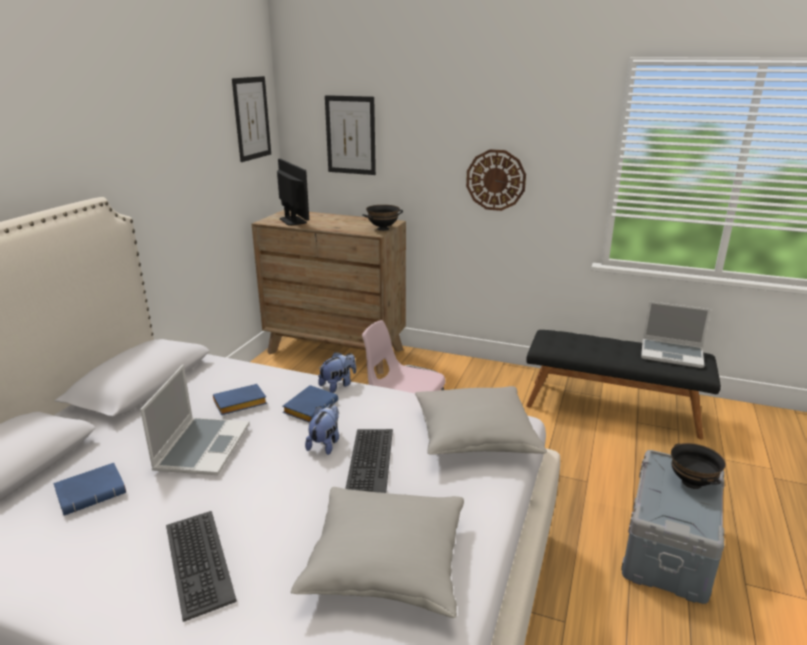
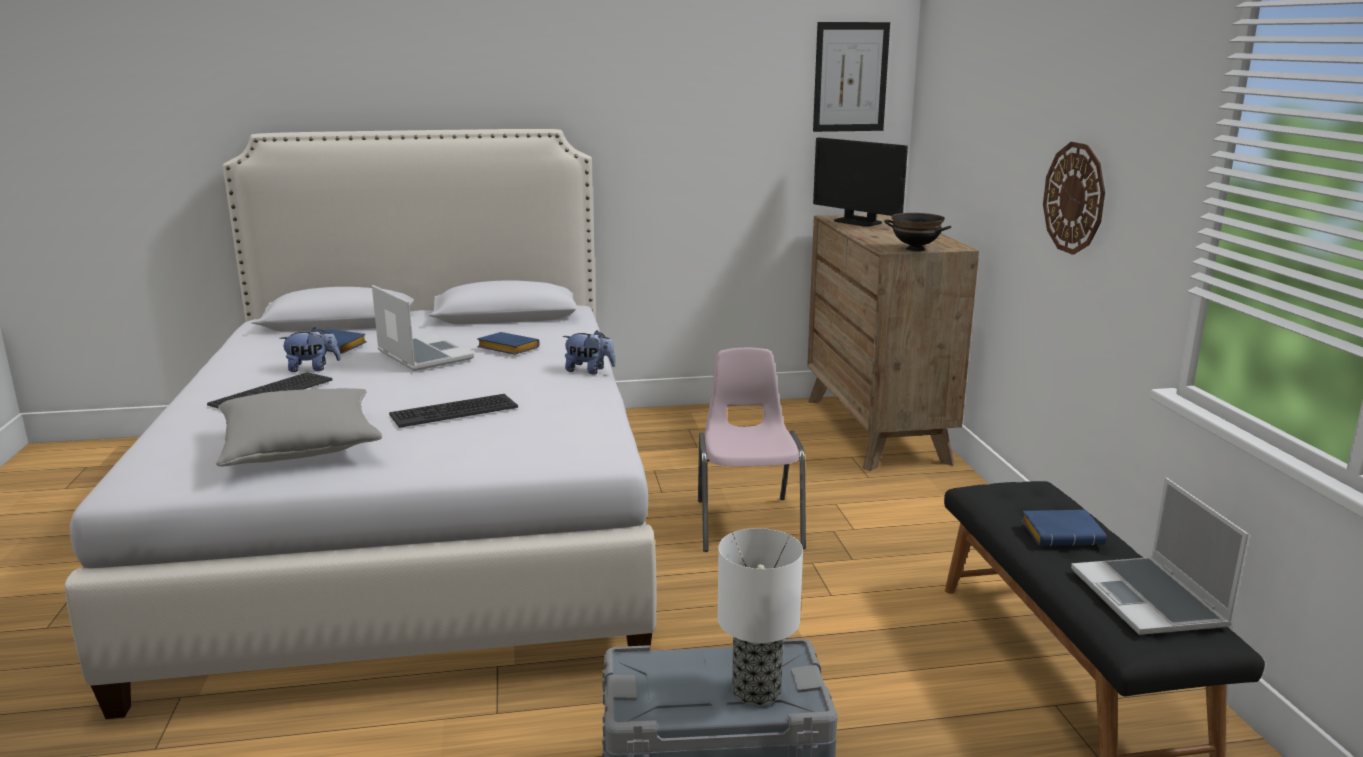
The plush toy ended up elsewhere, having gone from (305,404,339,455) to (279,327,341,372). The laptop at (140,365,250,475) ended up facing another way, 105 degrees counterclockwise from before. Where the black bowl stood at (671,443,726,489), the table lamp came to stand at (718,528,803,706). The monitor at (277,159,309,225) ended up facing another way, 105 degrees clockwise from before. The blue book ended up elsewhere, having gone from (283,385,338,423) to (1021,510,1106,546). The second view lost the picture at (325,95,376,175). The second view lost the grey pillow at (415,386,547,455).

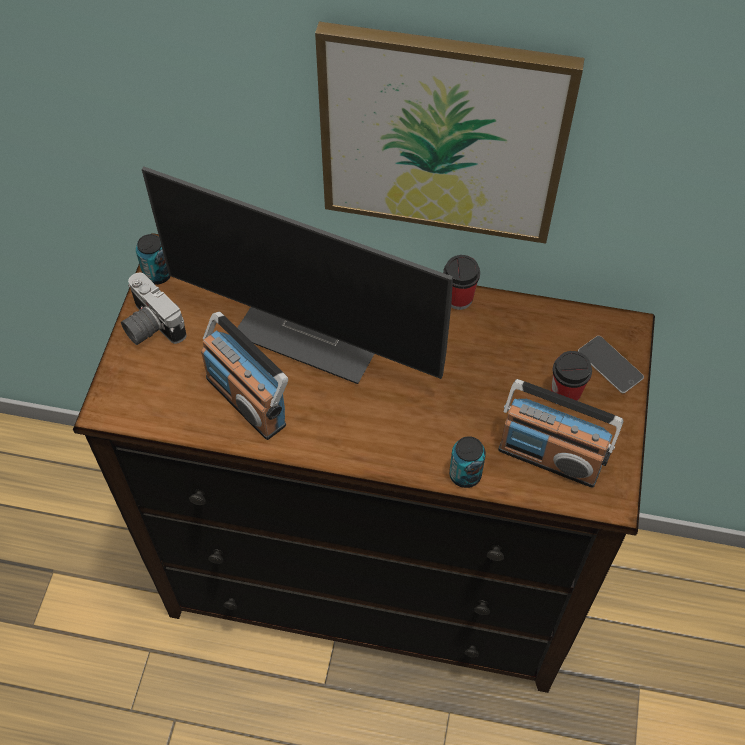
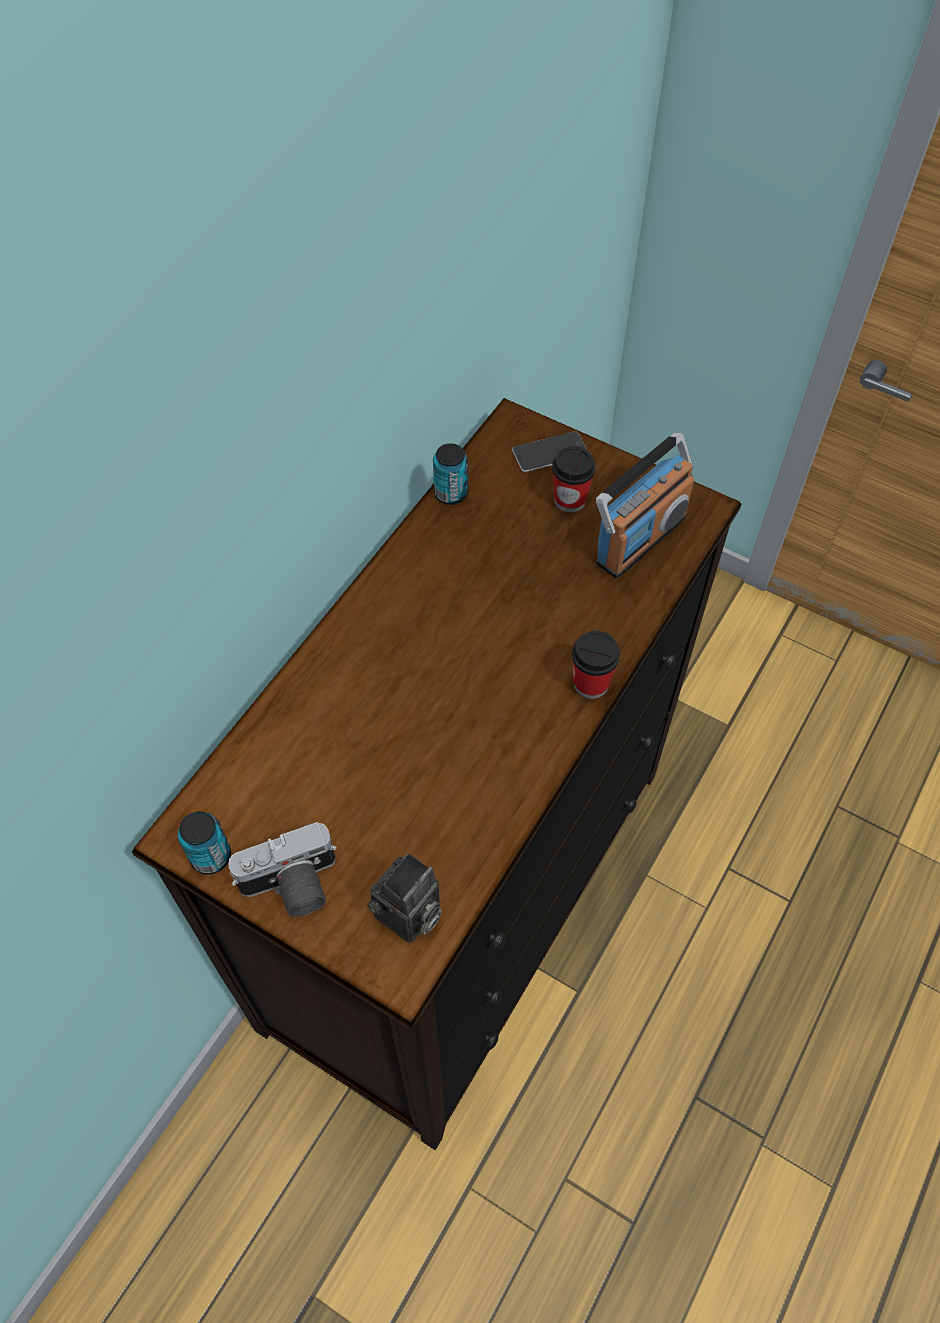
The second view gained the photo camera at (367,853,442,943). The can ended up elsewhere, having gone from (449,436,486,488) to (433,443,468,505). The cup ended up elsewhere, having gone from (443,255,480,310) to (572,631,620,699). The second view lost the monitor at (142,167,453,384). The second view lost the radio at (201,312,288,440). The second view lost the picture at (315,22,585,244).

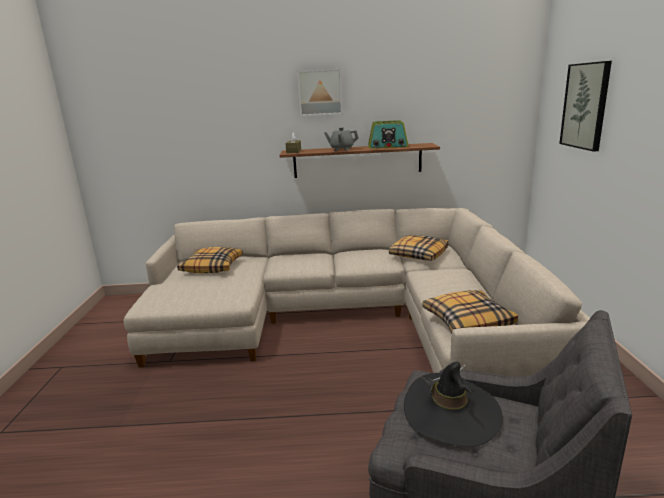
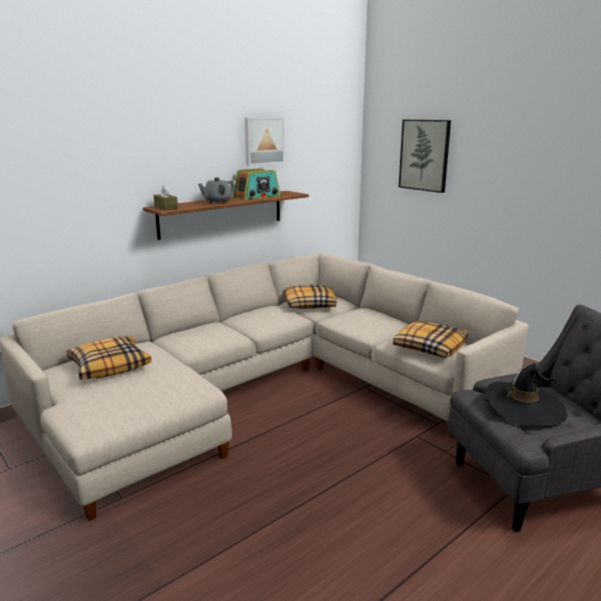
The picture ended up elsewhere, having gone from (297,69,343,116) to (245,117,285,166).

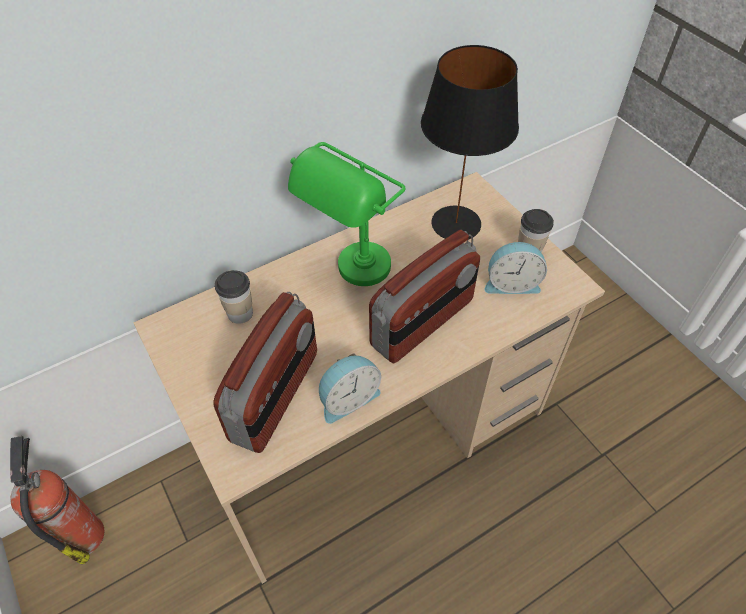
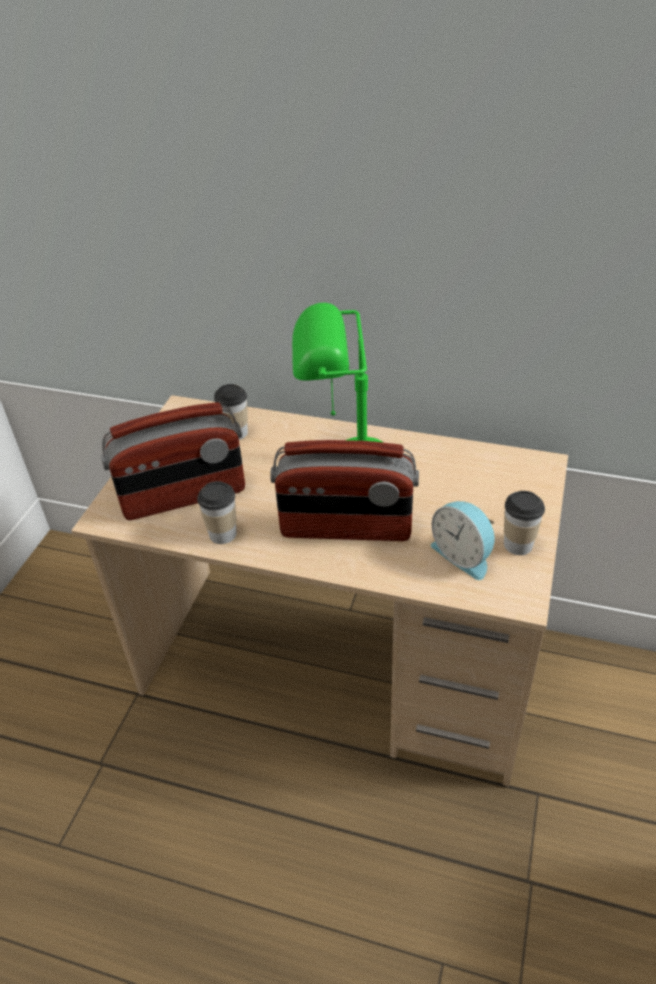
Where the alarm clock stood at (319,353,381,424), the cup came to stand at (197,481,237,544). The second view lost the fire extinguisher at (10,436,104,564). The second view lost the black table lamp at (421,45,519,240).

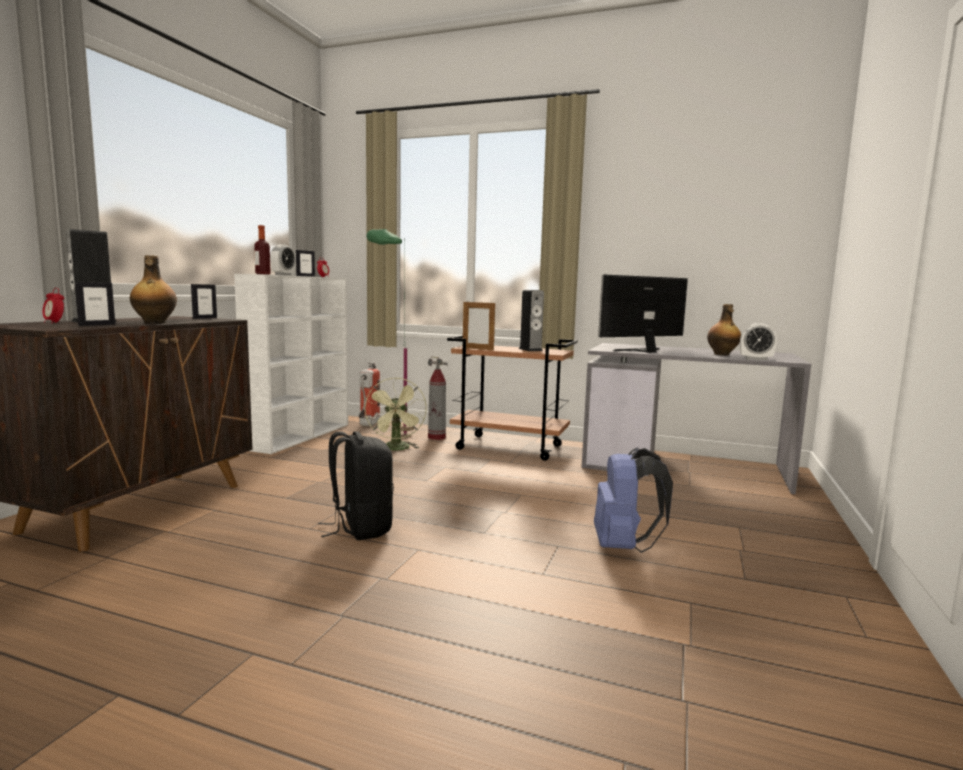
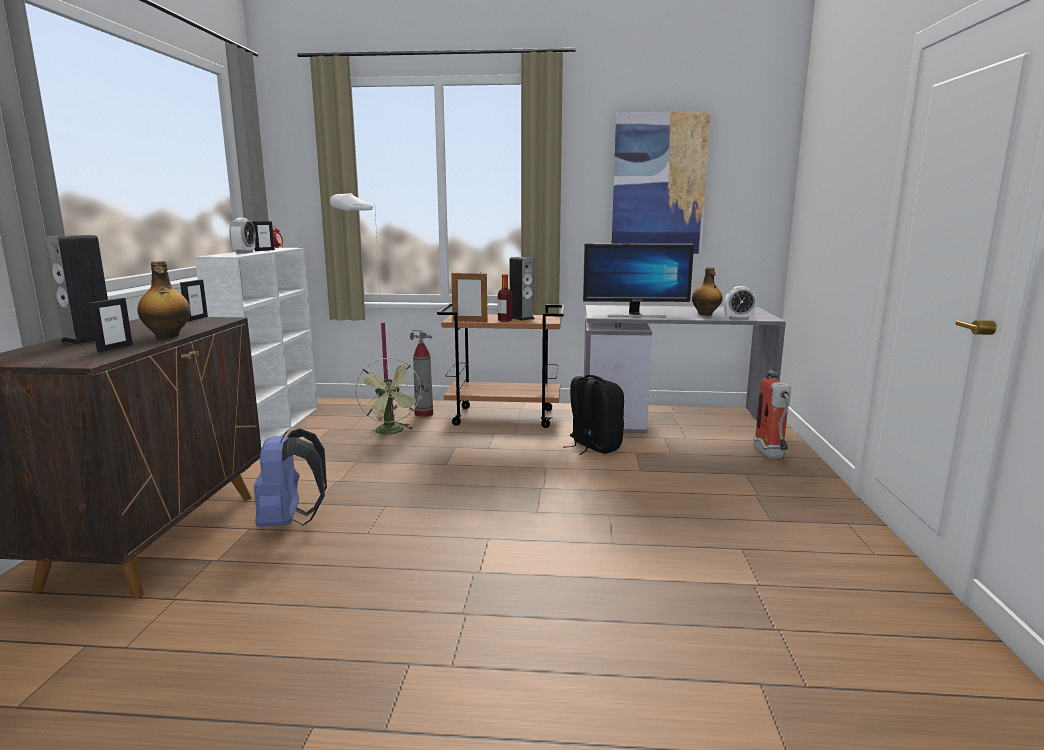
The blue backpack ended up elsewhere, having gone from (594,447,673,553) to (254,429,327,527). What was the green floor lamp at (367,229,414,434) turned into the white floor lamp at (330,193,397,410). The bottle ended up elsewhere, having gone from (254,225,271,274) to (498,274,513,322). The black backpack ended up elsewhere, having gone from (318,431,394,540) to (564,375,624,455). The monitor at (598,275,688,353) ended up facing another way, 135 degrees counterclockwise from before. The second view gained the picture at (612,111,711,254). The fire extinguisher ended up elsewhere, having gone from (359,362,381,426) to (753,370,791,459). The second view lost the alarm clock at (42,288,64,323).

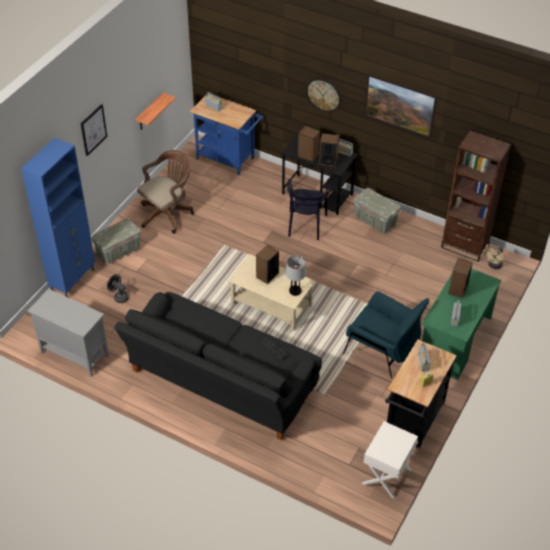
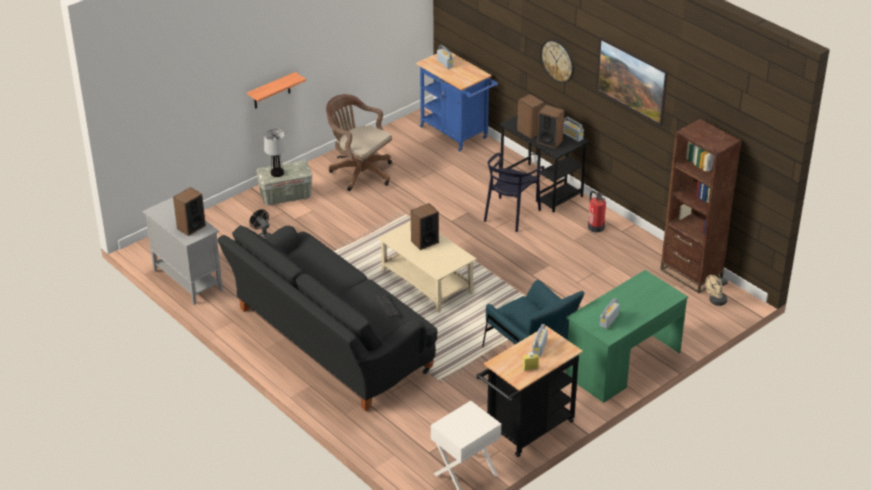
The speaker ended up elsewhere, having gone from (448,258,473,298) to (173,187,206,236). The shelf ended up elsewhere, having gone from (136,93,176,130) to (247,72,306,108). The table lamp ended up elsewhere, having gone from (285,256,306,296) to (264,129,287,177). The brown office chair at (137,150,194,233) ended up facing another way, 120 degrees counterclockwise from before. Where the grey storage box stood at (354,188,400,233), the fire extinguisher came to stand at (588,191,606,232). The second view lost the blue cabinet at (21,138,95,297). The second view lost the picture at (81,104,107,156).

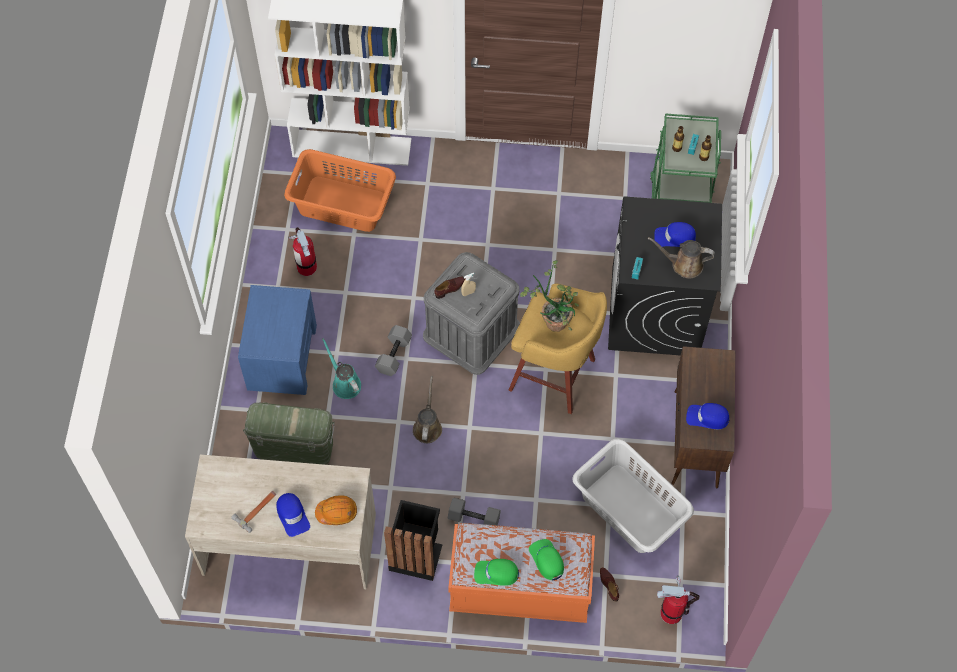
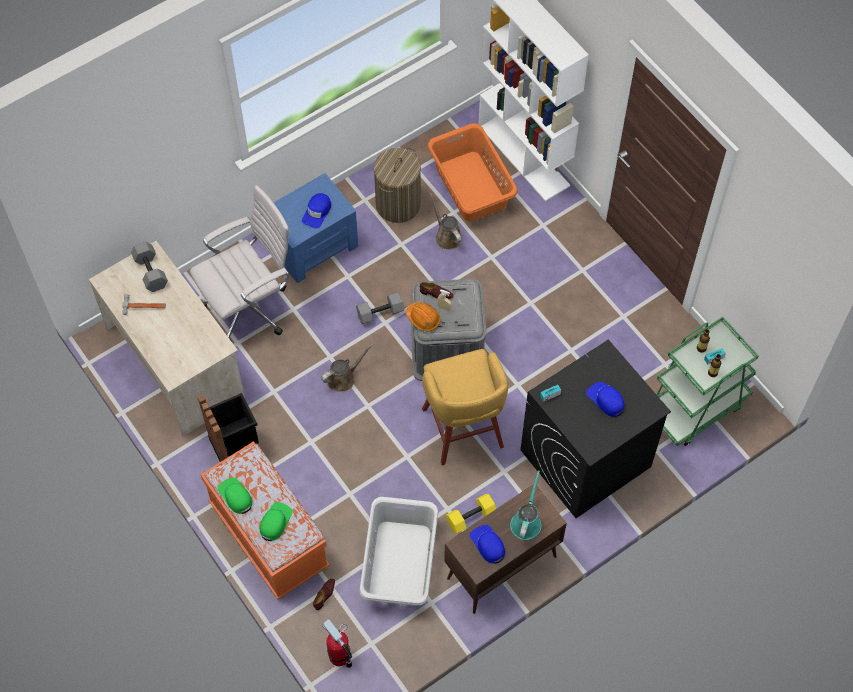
The grey dumbbell ended up elsewhere, having gone from (447,498,501,525) to (131,241,168,292). Where the green storage box stood at (243,402,335,465), the white office chair came to stand at (190,185,291,342). The blue cap ended up elsewhere, having gone from (276,493,310,537) to (302,193,331,229). Where the fire extinguisher stood at (288,227,317,276), the laundry basket came to stand at (373,147,421,223). The orange hard hat ended up elsewhere, having gone from (315,495,357,525) to (406,302,441,332). The brown watering can ended up elsewhere, having gone from (648,237,715,278) to (429,192,462,250). The second view gained the yellow dumbbell at (446,494,496,534). The turquoise watering can ended up elsewhere, having gone from (322,338,361,399) to (510,471,541,540). The second view lost the potted plant at (520,260,579,332).

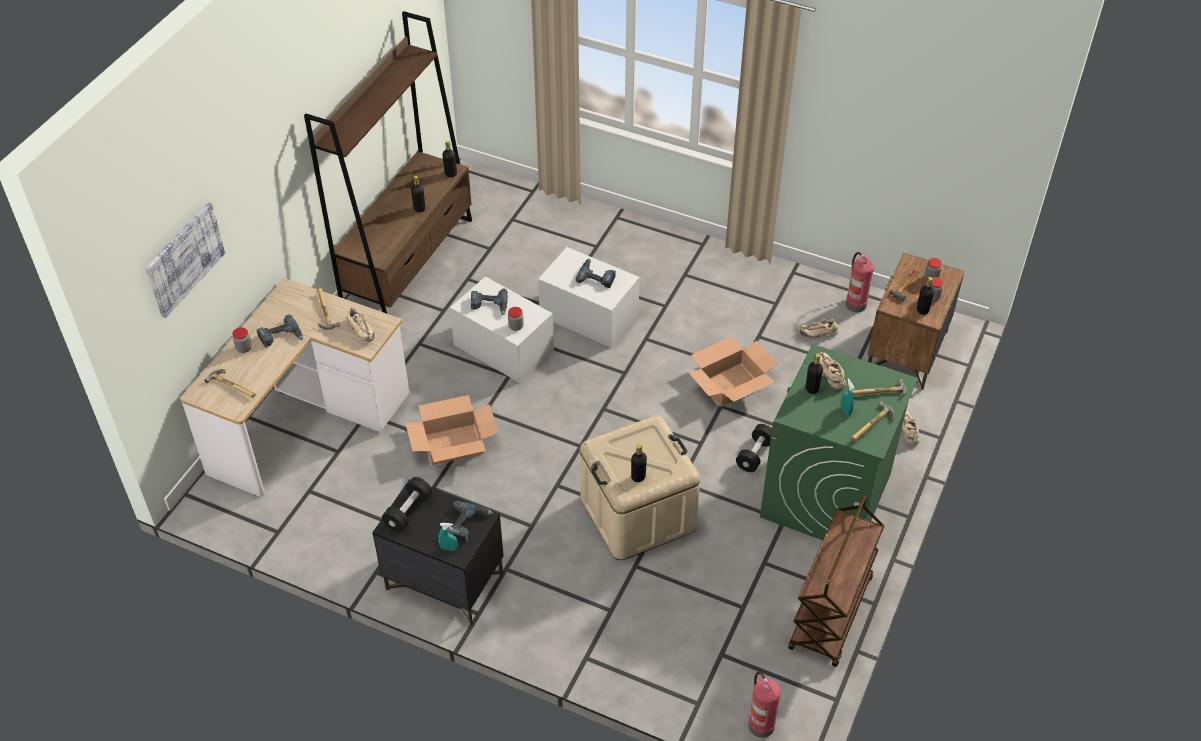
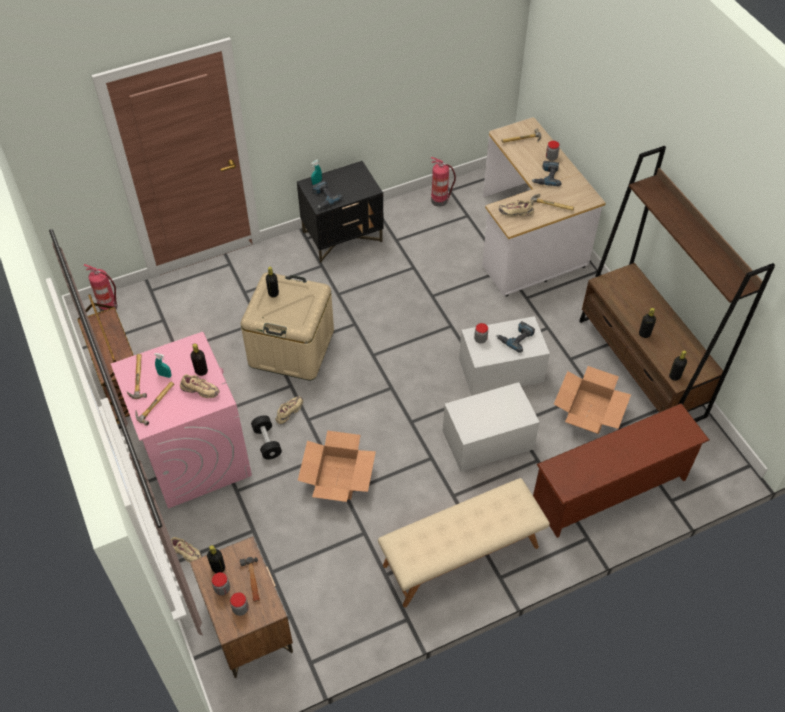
What was the green washing machine at (760,344,918,540) turned into the pink washing machine at (111,332,252,509). The beige shoe ended up elsewhere, having gone from (799,319,839,340) to (276,396,303,425). The second view gained the beige bench at (378,478,550,607). The fire extinguisher ended up elsewhere, having gone from (846,252,874,312) to (431,157,456,207). The second view gained the brown shoe rack at (533,403,710,538). The cardboard box ended up elsewhere, having gone from (405,395,499,465) to (554,366,631,434). The second view lost the picture at (146,202,225,318). The second view lost the black dumbbell at (382,477,433,532). The second view lost the power drill at (576,258,616,288).

